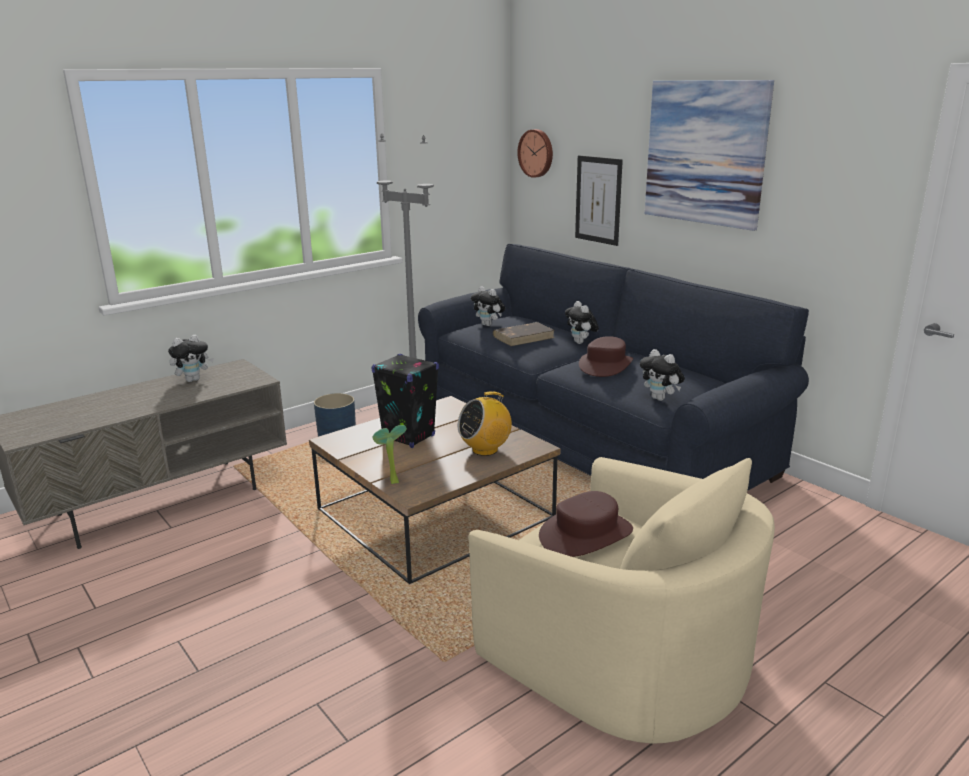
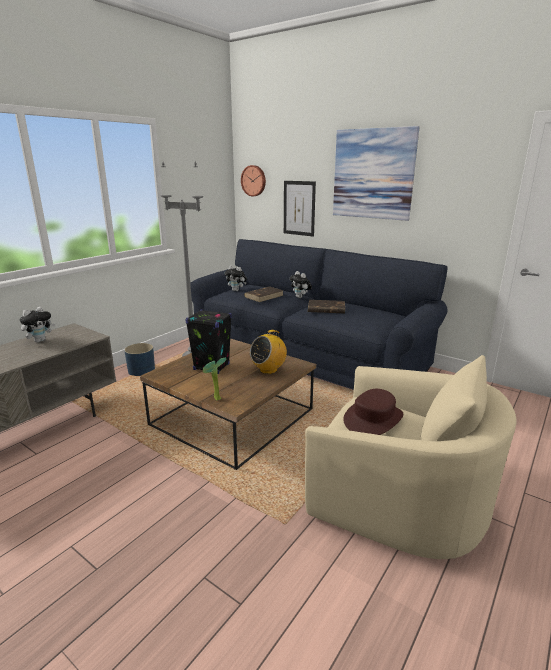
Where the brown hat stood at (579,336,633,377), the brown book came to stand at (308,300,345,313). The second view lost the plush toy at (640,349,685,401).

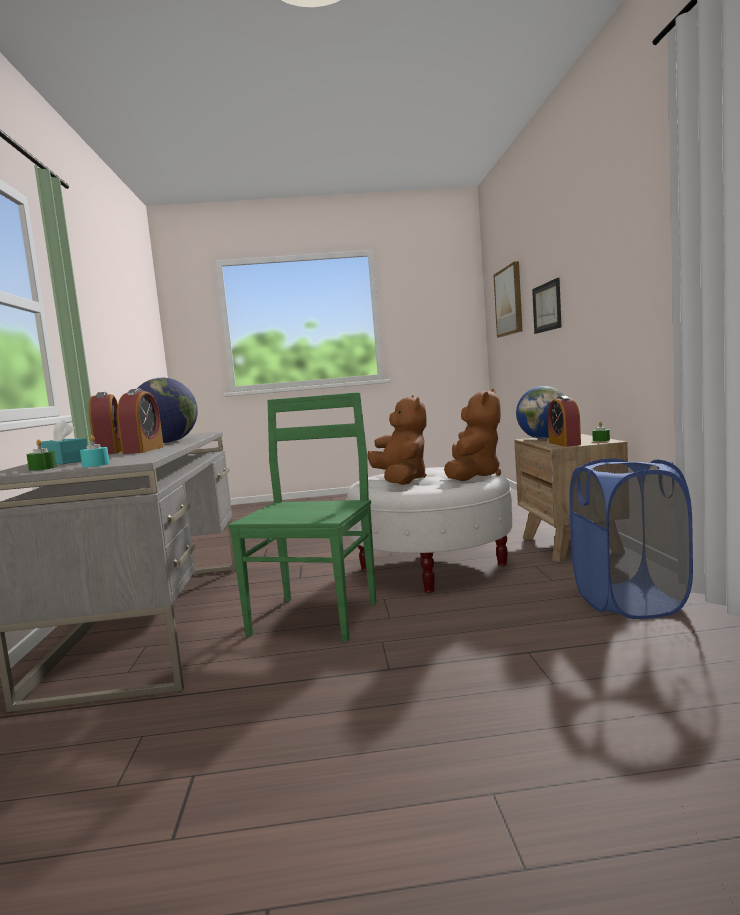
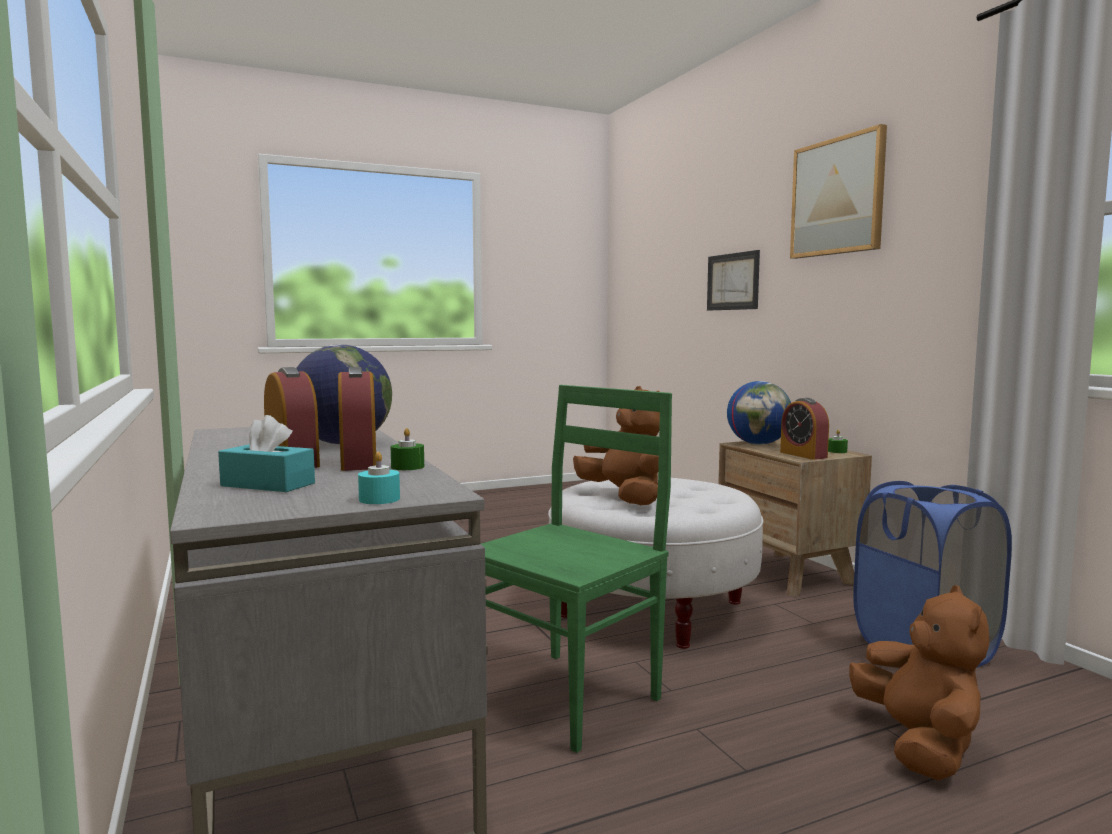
The green candle ended up elsewhere, having gone from (26,439,57,471) to (391,428,424,470). The green chair at (228,392,377,642) ended up facing another way, 45 degrees clockwise from before. The picture ended up elsewhere, having gone from (493,261,522,338) to (790,124,887,259). The brown plush toy ended up elsewhere, having gone from (444,389,501,481) to (849,585,989,781).

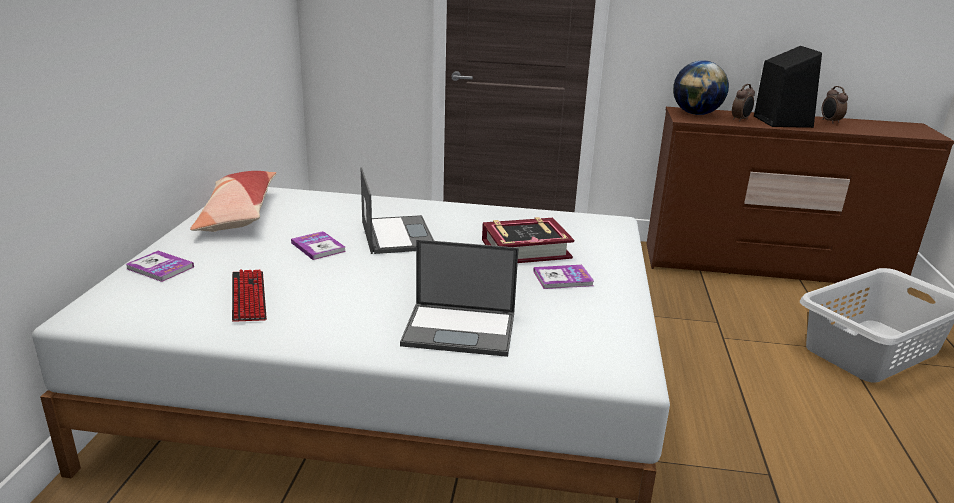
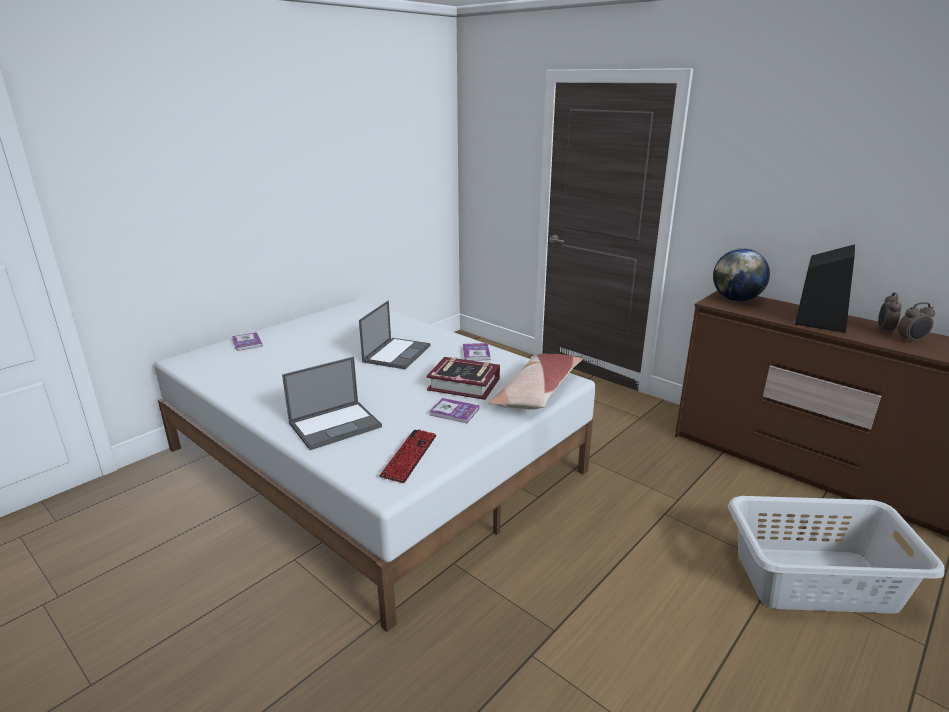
The laptop at (400,239,519,357) ended up facing another way, 75 degrees counterclockwise from before. The keyboard ended up elsewhere, having gone from (232,270,267,322) to (379,429,436,483). The book ended up elsewhere, having gone from (291,231,346,260) to (463,343,491,361). The pillow ended up elsewhere, having gone from (190,171,276,232) to (489,354,582,410). The alarm clock ended up elsewhere, having gone from (732,84,755,122) to (898,302,935,343).

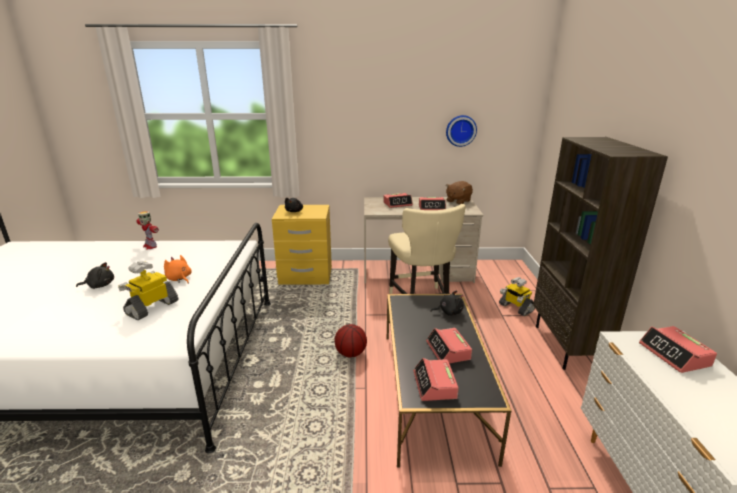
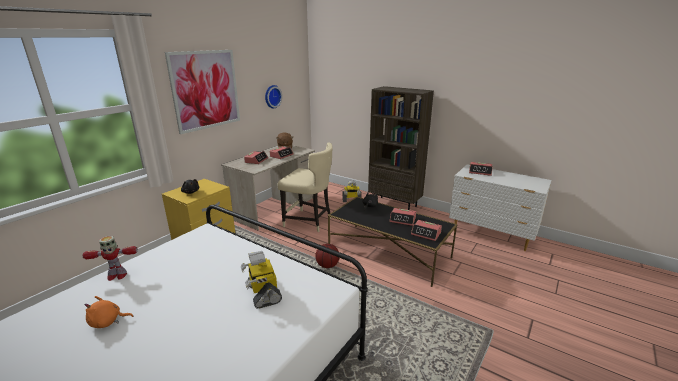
The orange plush toy ended up elsewhere, having gone from (164,255,192,284) to (84,296,133,328). The second view gained the picture at (165,50,240,134). The second view lost the black plush toy at (76,262,114,289).

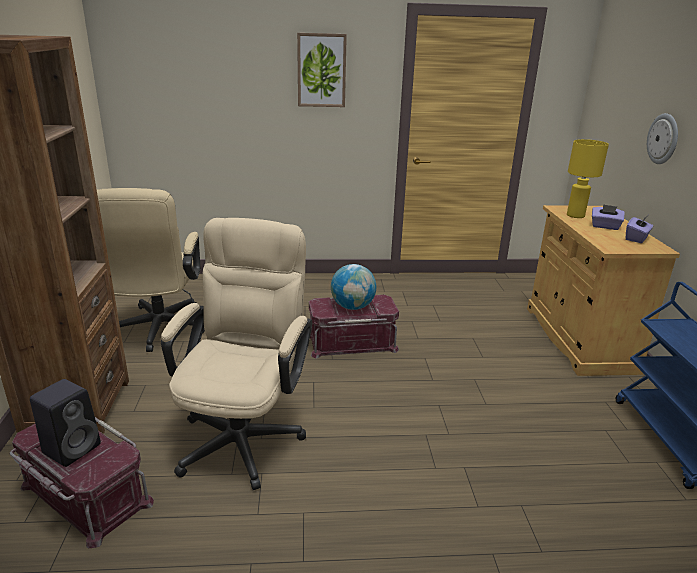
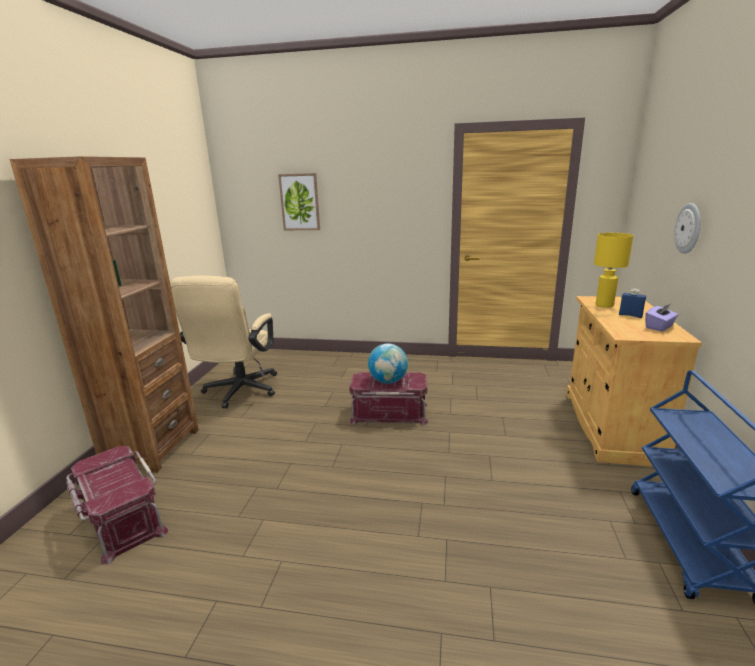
The picture ended up elsewhere, having gone from (297,33,347,107) to (278,173,320,230). Where the purple tissue box stood at (592,204,625,230), the blue bottle came to stand at (619,289,646,318). The second view lost the black speaker at (30,379,101,467). The second view lost the beige office chair at (161,218,312,490).

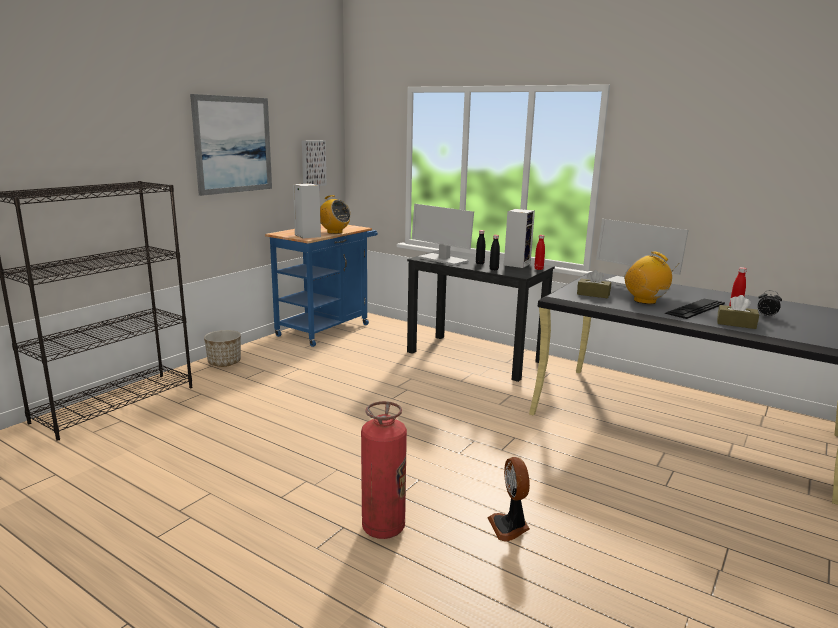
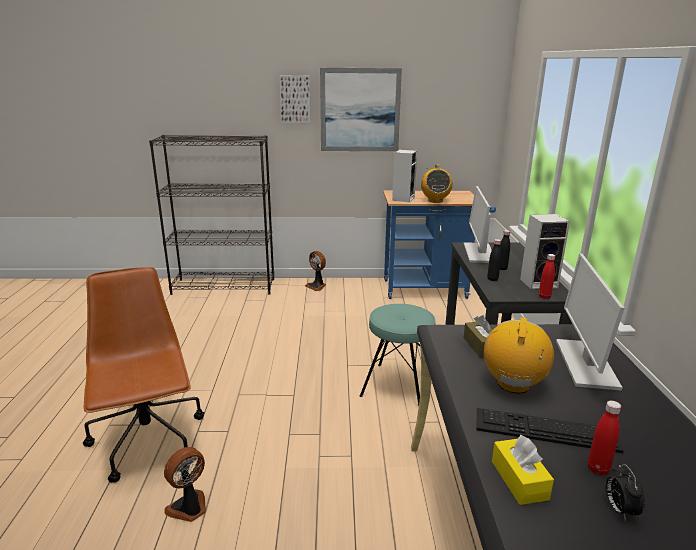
Where the fire extinguisher stood at (361,401,407,539), the brown office chair came to stand at (83,267,204,483). The picture ended up elsewhere, having gone from (302,140,327,186) to (279,76,311,123). Where the planter stood at (204,330,241,367), the fan came to stand at (305,251,326,291). The second view gained the turquoise stool at (360,304,435,406). What was the brown tissue box at (717,295,759,329) turned into the yellow tissue box at (492,435,554,505).

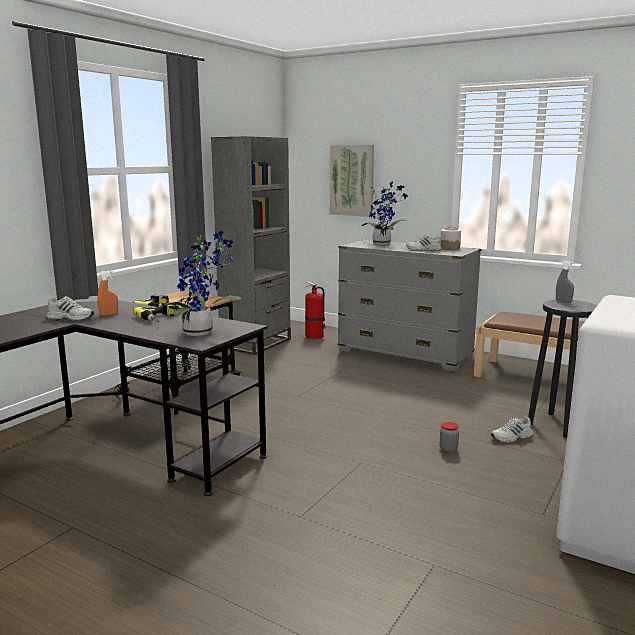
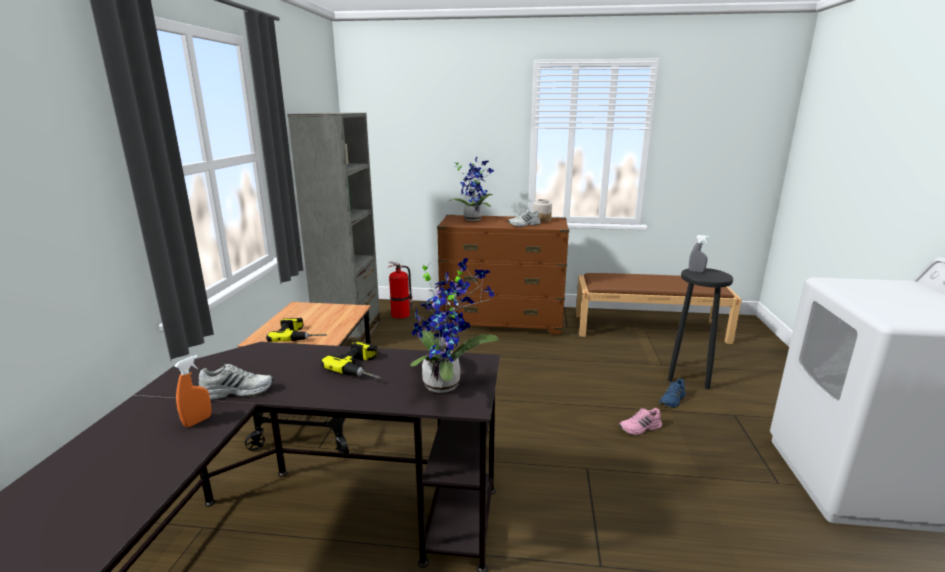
The orange spray bottle ended up elsewhere, having gone from (97,270,118,316) to (175,355,211,427). What was the grey dresser at (338,240,481,371) turned into the brown dresser at (437,215,569,335). Where the jar stood at (439,422,459,453), the pink shoe came to stand at (619,408,662,435). What was the white shoe at (491,416,533,443) turned into the blue shoe at (659,378,686,408). The second view lost the picture at (330,145,374,217).

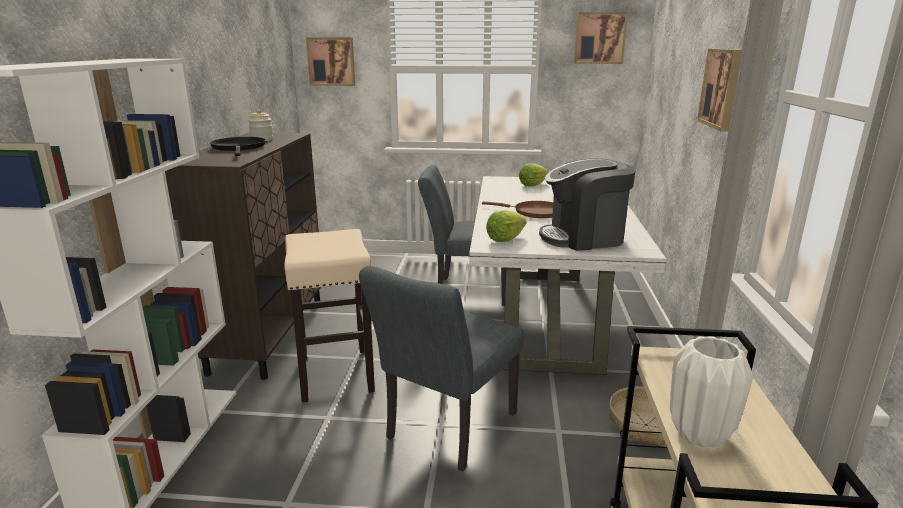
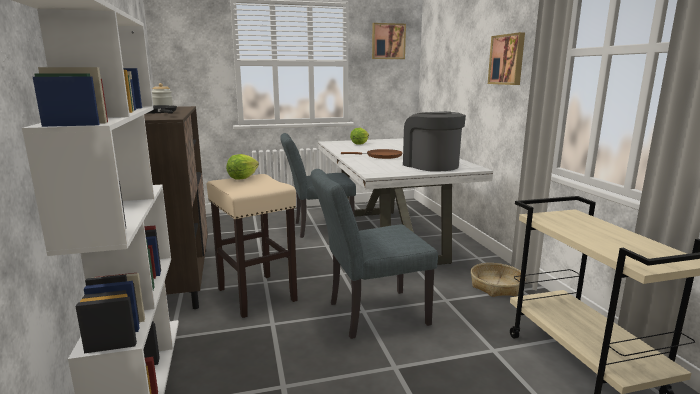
The lettuce ended up elsewhere, having gone from (486,210,527,242) to (226,154,259,180). The grey chair at (359,266,524,471) ended up facing another way, 60 degrees clockwise from before. The coffee machine at (539,158,635,251) ended up facing another way, 90 degrees clockwise from before. The second view lost the picture at (306,38,355,86). The second view lost the white vase at (670,336,753,447).

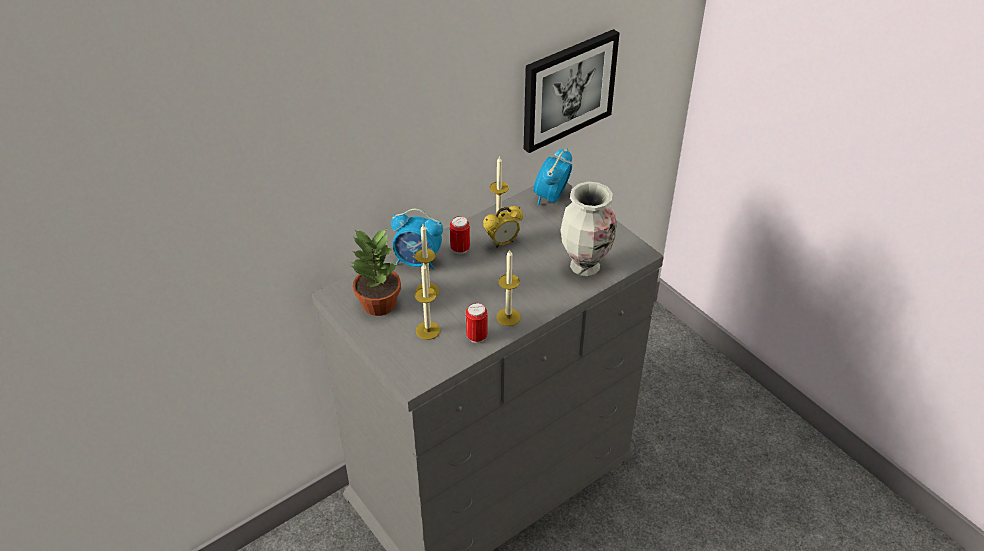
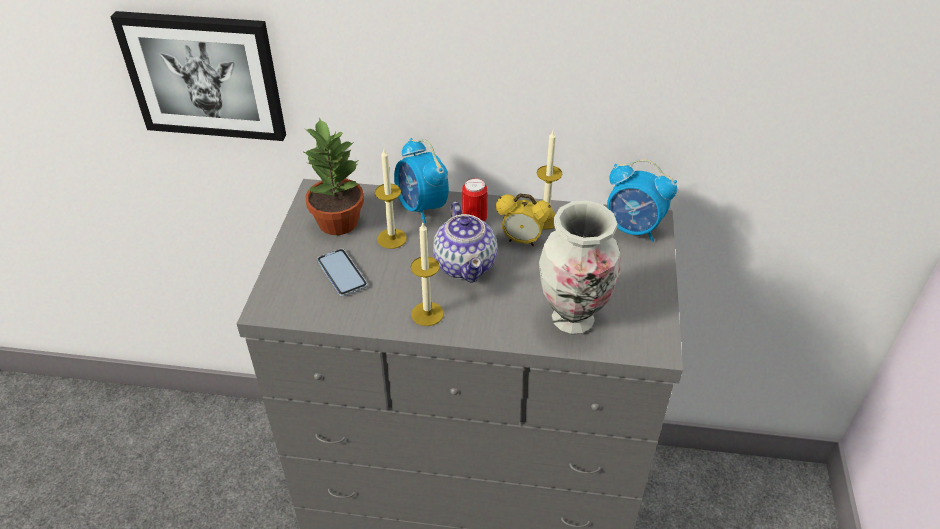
The picture ended up elsewhere, having gone from (524,29,620,153) to (111,11,286,141). Where the candle stood at (415,262,441,340), the phone came to stand at (317,249,368,297). The second view gained the teapot at (433,202,498,283). The alarm clock at (533,148,572,206) ended up facing another way, 135 degrees counterclockwise from before. The second view lost the can at (466,303,488,343).

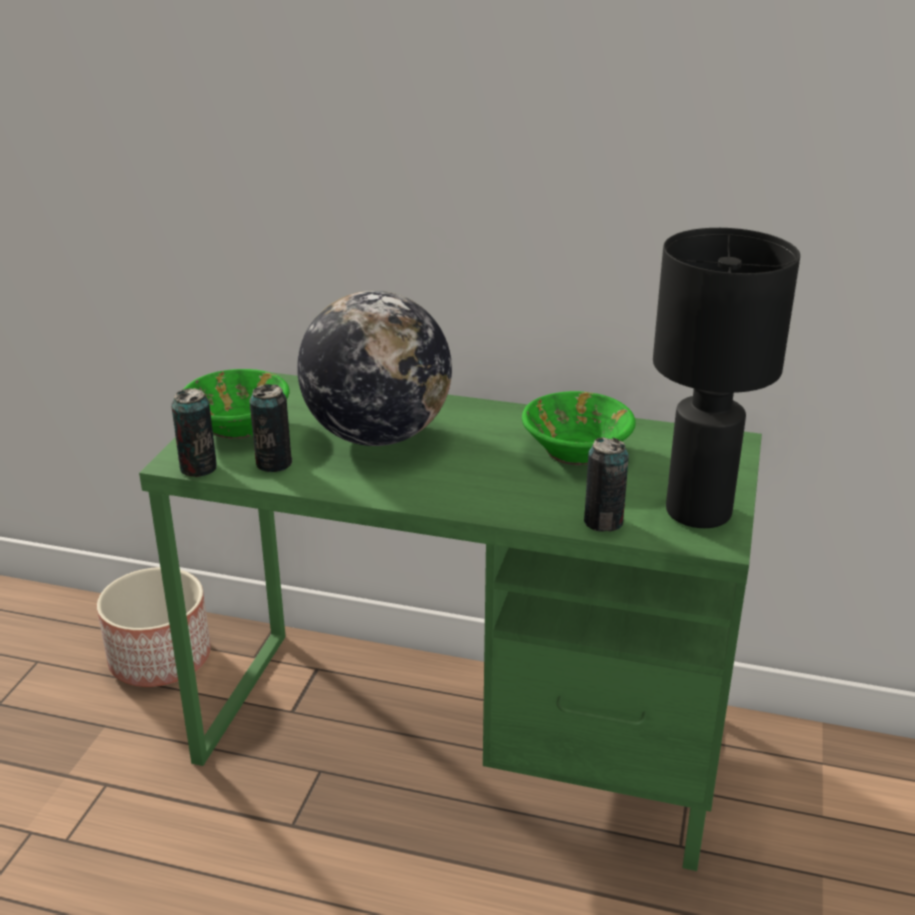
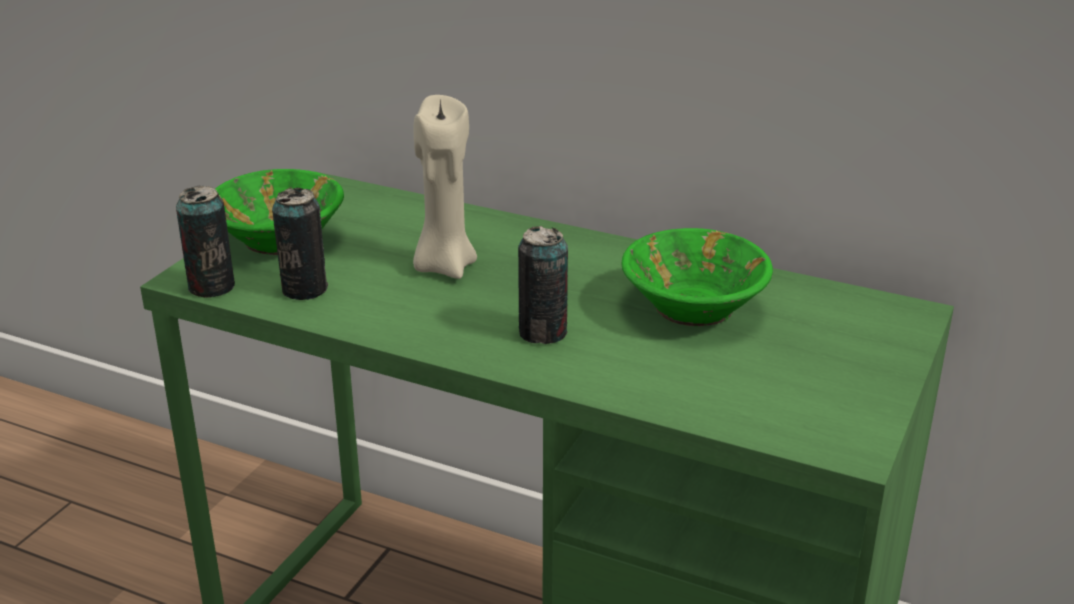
Where the globe stood at (297,291,452,446), the beige candle came to stand at (413,95,477,279). The can ended up elsewhere, having gone from (584,437,629,532) to (518,226,568,344). The second view lost the planter at (97,567,211,687). The second view lost the black table lamp at (653,228,800,528).

